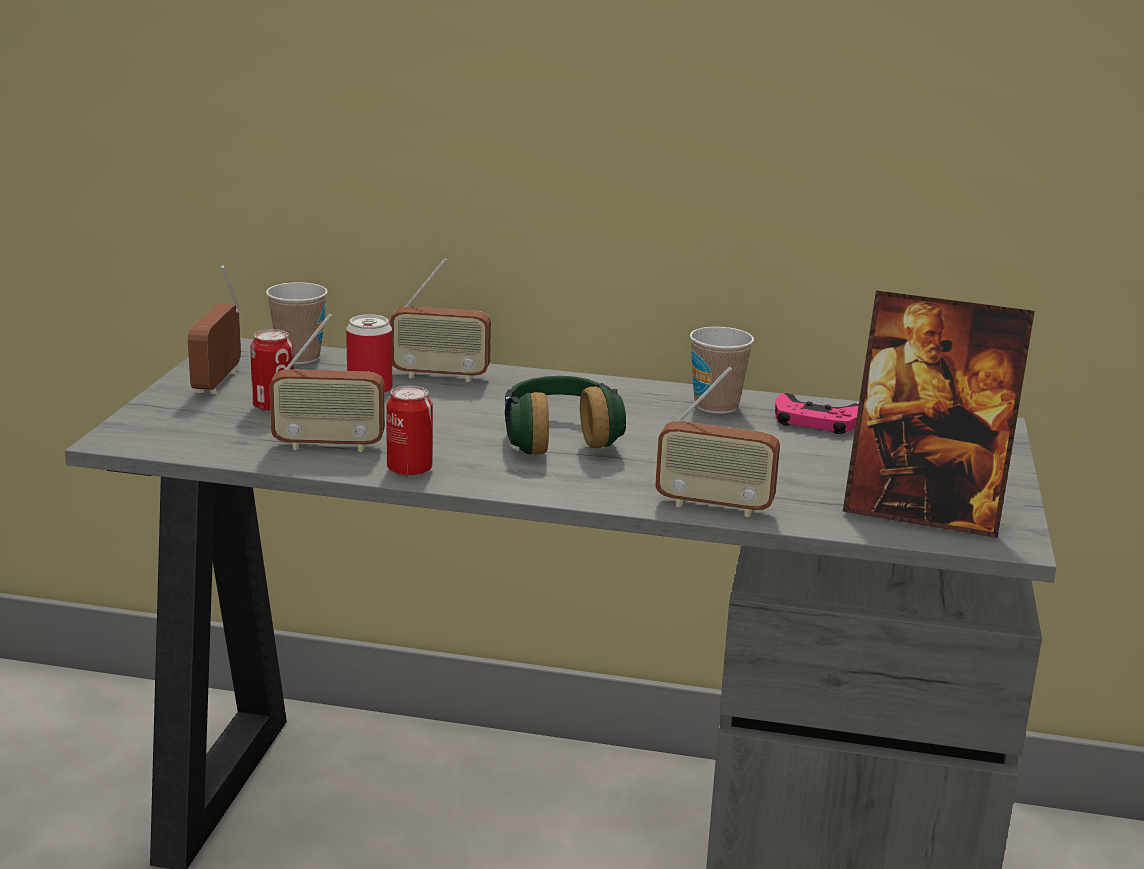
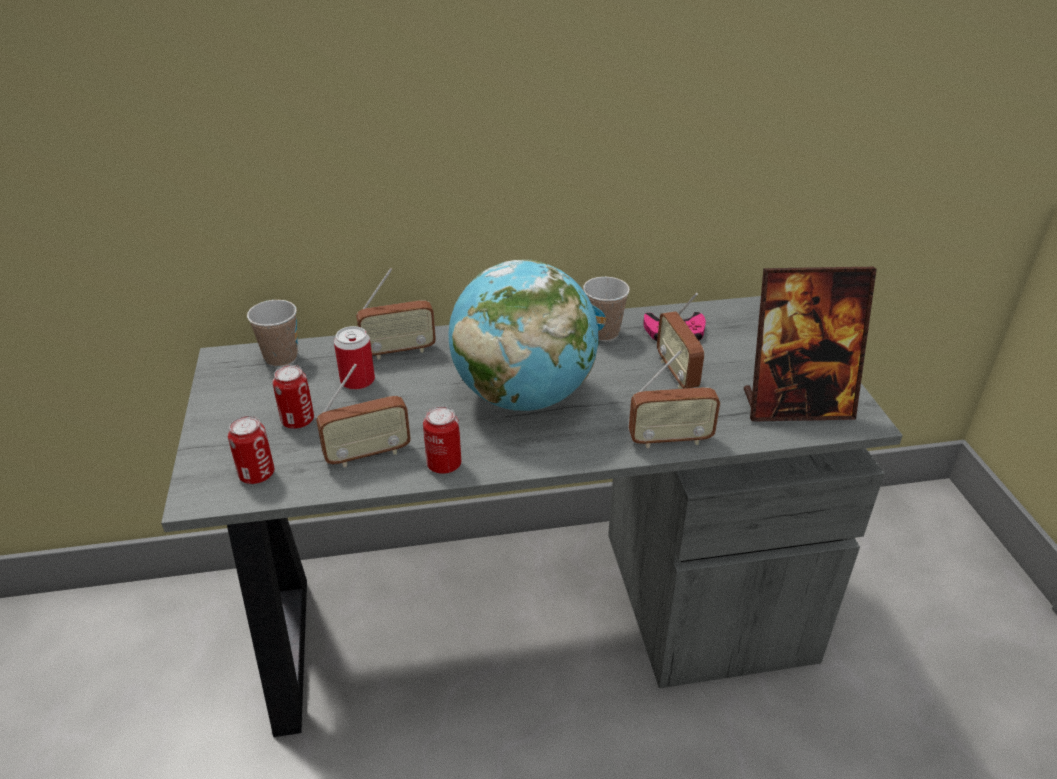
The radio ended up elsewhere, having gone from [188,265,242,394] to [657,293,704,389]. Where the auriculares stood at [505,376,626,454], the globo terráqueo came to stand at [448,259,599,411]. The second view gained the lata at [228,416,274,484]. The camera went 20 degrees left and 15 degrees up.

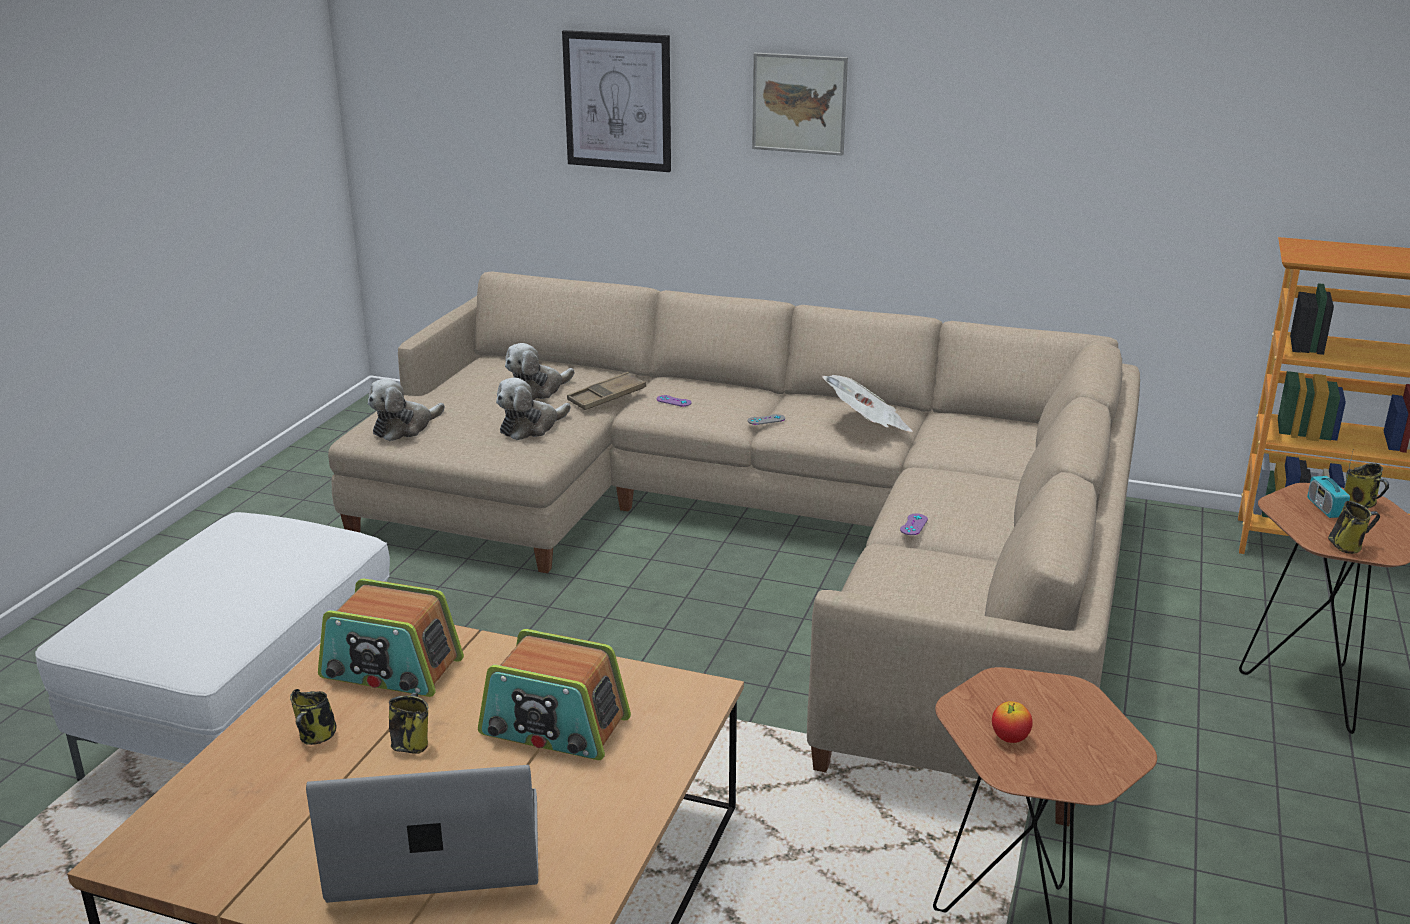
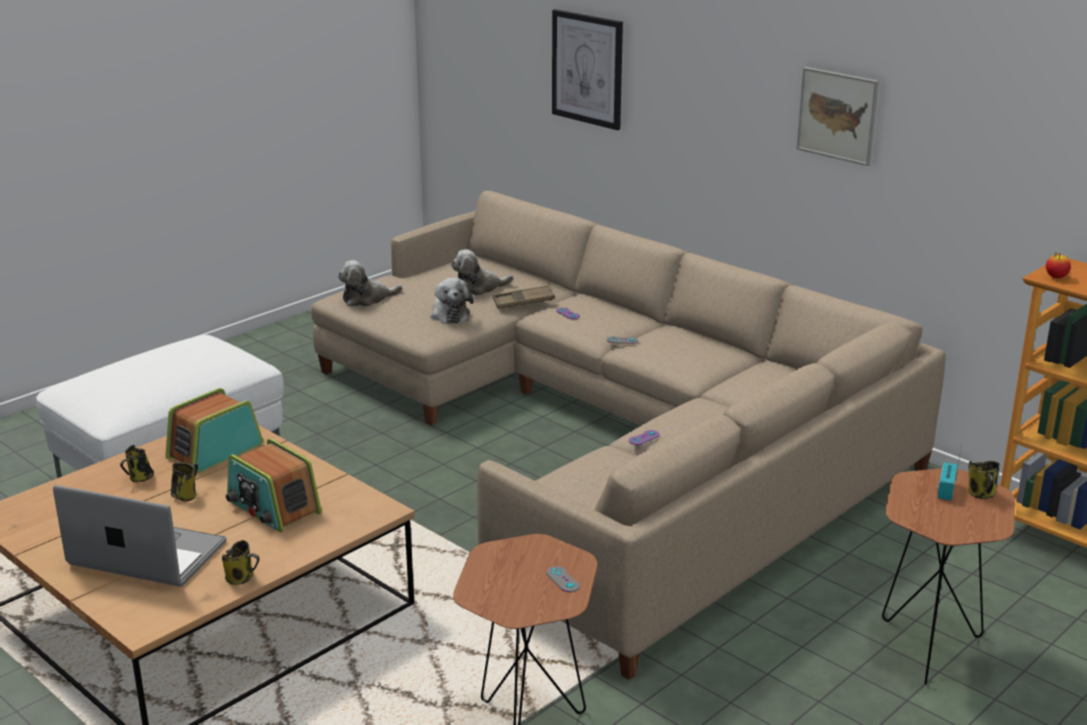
The cuadro ended up elsewhere, having gone from [752,53,848,156] to [797,67,879,166]. The second view lost the periódico at [822,375,913,432]. The peluche at [496,378,571,440] ended up facing another way, 90 degrees counterclockwise from before. The taza grande ended up elsewhere, having gone from [1328,501,1380,554] to [222,540,260,585]. The radio at [318,579,464,697] ended up facing another way, 90 degrees clockwise from before. The manzana ended up elsewhere, having gone from [992,701,1033,743] to [1046,253,1071,278]. The second view gained the mando de consola/gris at [546,566,580,592]. The camera went 25 degrees right and 0 degrees up.

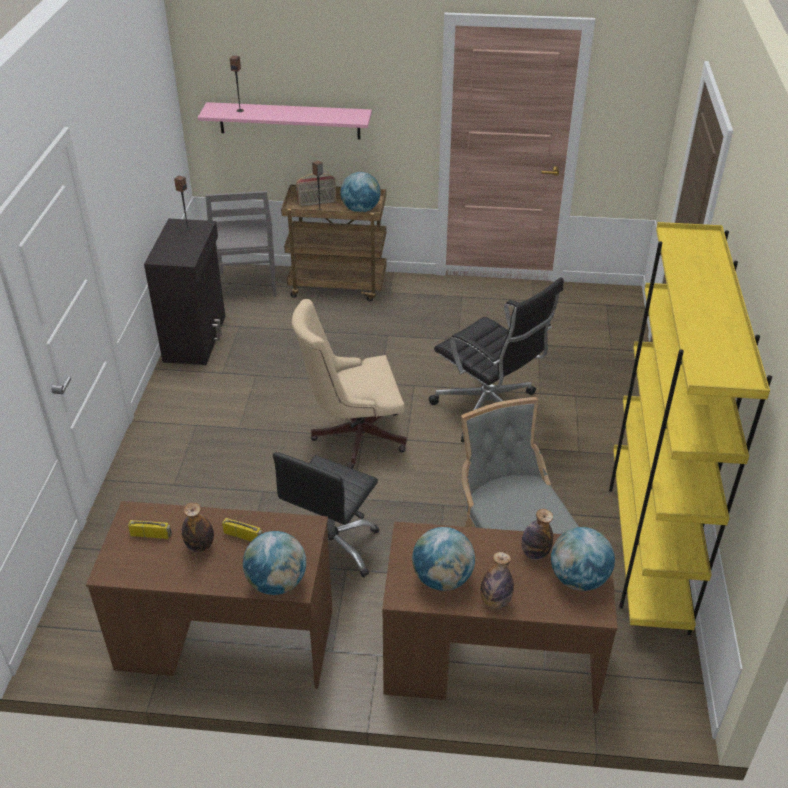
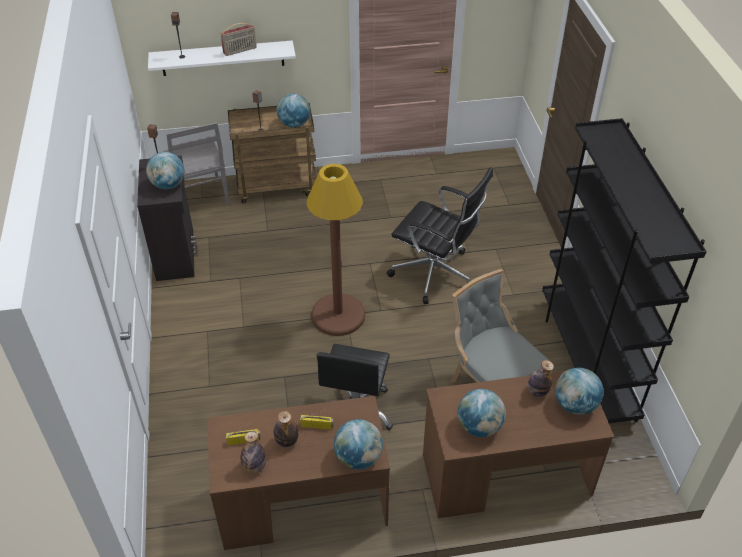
What was the estante/rosa at [198,102,372,140] turned into the estante/blanco at [148,41,296,76]. The radio ended up elsewhere, having gone from [296,173,336,207] to [221,23,257,56]. What was the estantería/amarillo at [609,222,772,635] turned into the estantería/negro at [542,118,707,424]. Where the silla de oficina/beis stood at [292,299,407,469], the lámpara de pie/marrón came to stand at [307,164,365,336]. The botella ended up elsewhere, having gone from [480,552,514,609] to [241,432,266,474]. The second view gained the globo terráqueo at [146,152,184,189]. The camera went 15 degrees left and 5 degrees up.

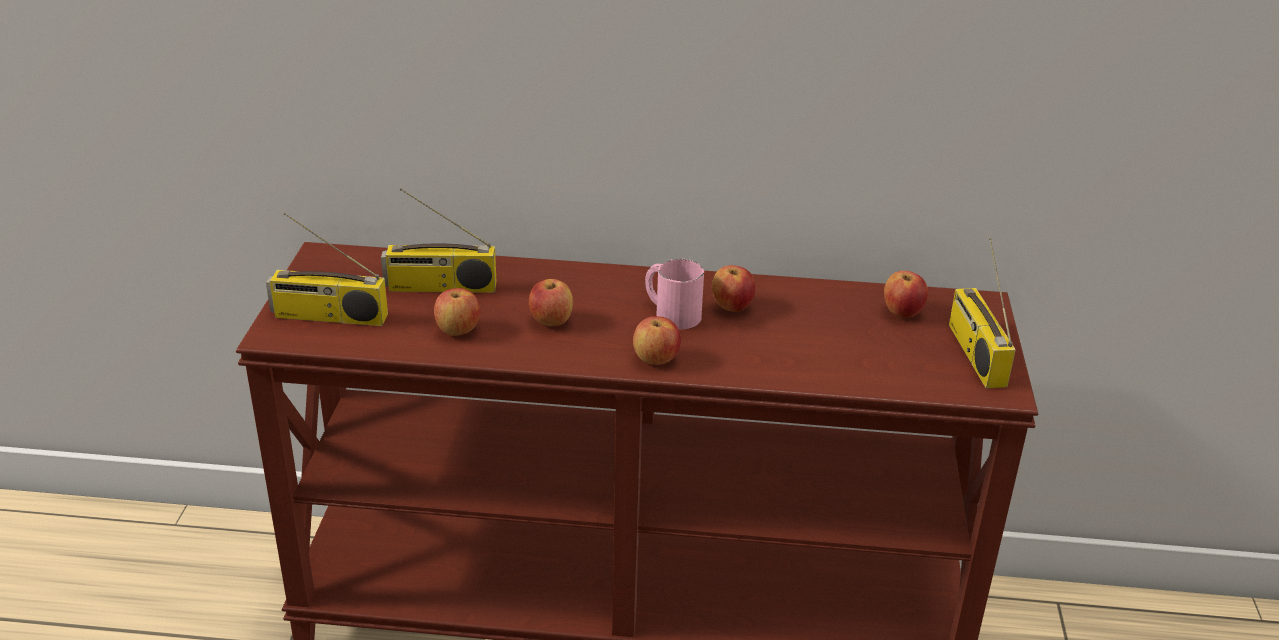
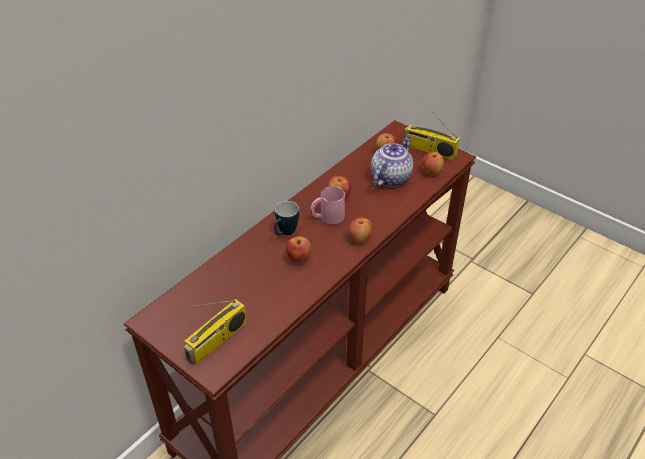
The second view lost the radio at [381,188,496,293]. The manzana ended up elsewhere, having gone from [434,288,480,336] to [422,152,444,175]. The second view gained the tetera at [371,137,414,187]. The second view gained the taza grande at [274,201,299,235]. The camera went 55 degrees left and 10 degrees up.

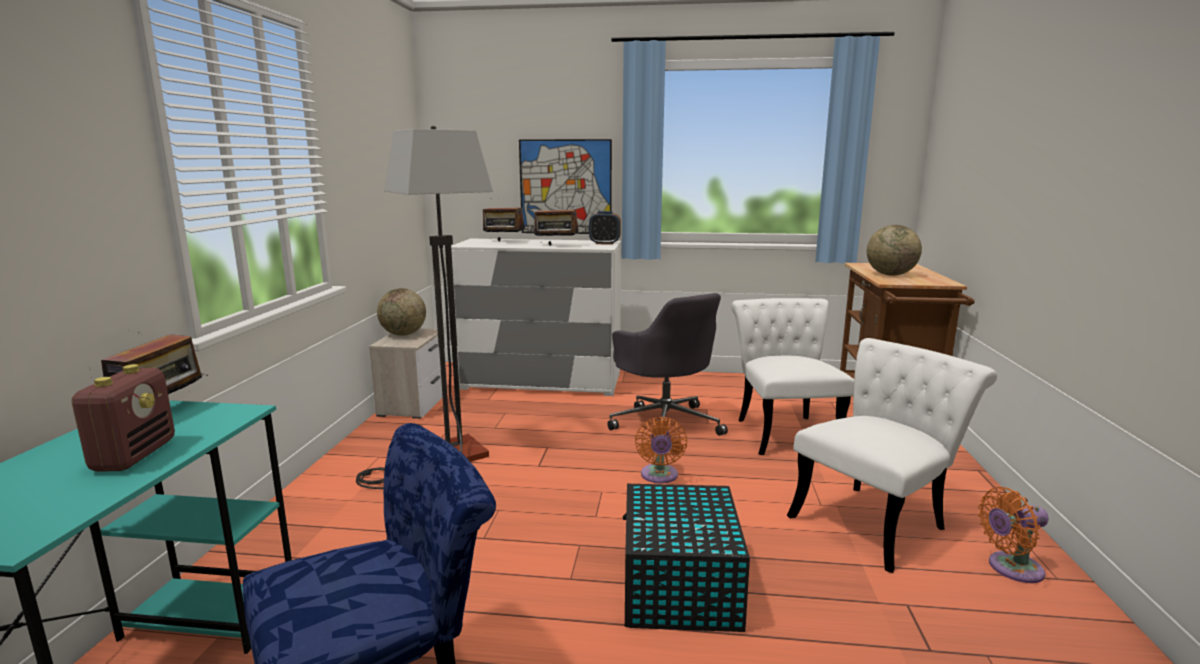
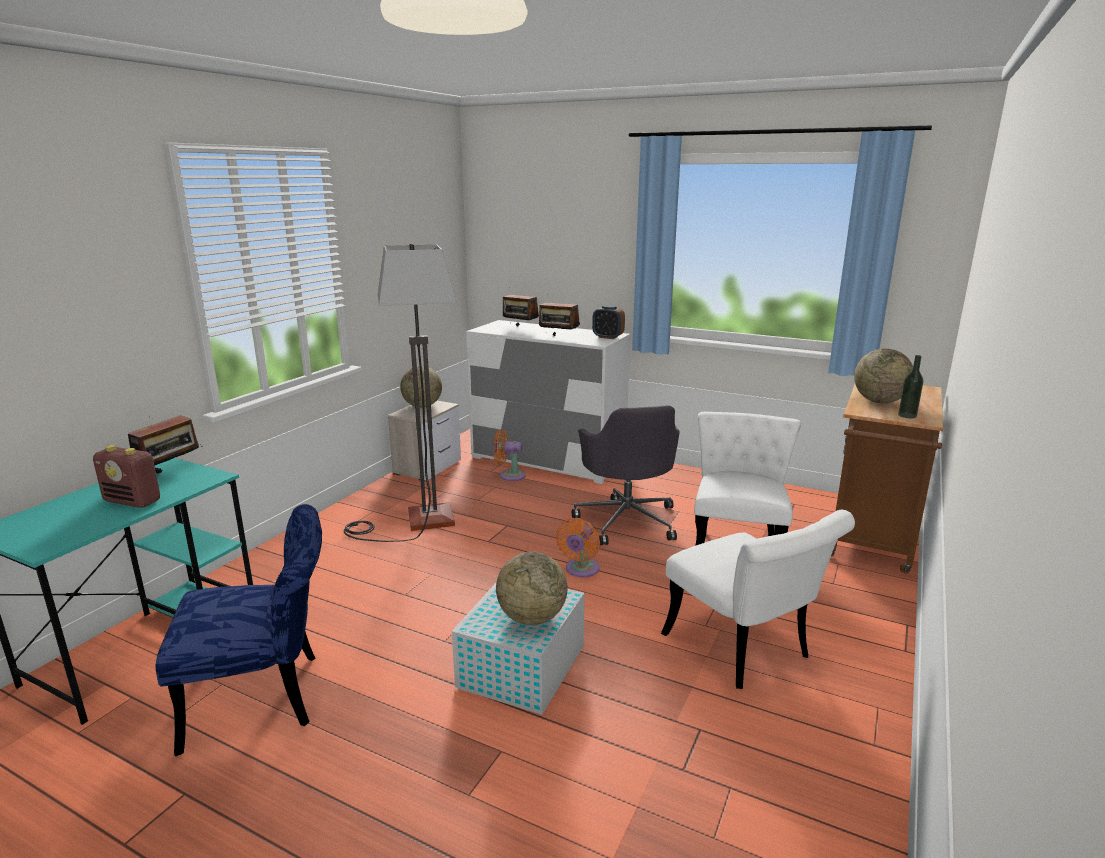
The second view lost the cuadro at [519,139,612,234]. The silla/blanco at [787,338,997,573] ended up facing another way, 75 degrees clockwise from before. The radio at [72,364,175,471] ended up facing another way, 90 degrees clockwise from before. What was the caja de almacenaje/negro at [623,484,750,632] turned into the caja de almacenaje/blanco at [452,583,585,715]. The ventilador/naranja ended up elsewhere, having gone from [978,487,1049,583] to [493,430,526,481]. The second view gained the botella at [898,355,923,418]. The second view gained the globo terráqueo at [496,551,568,625]. The camera went 20 degrees right and 5 degrees up.

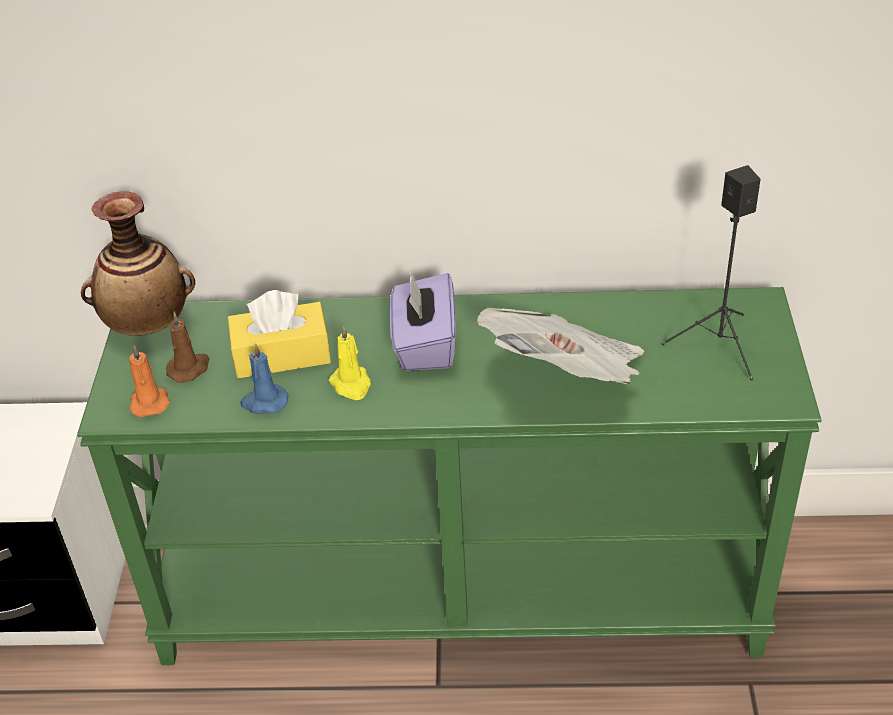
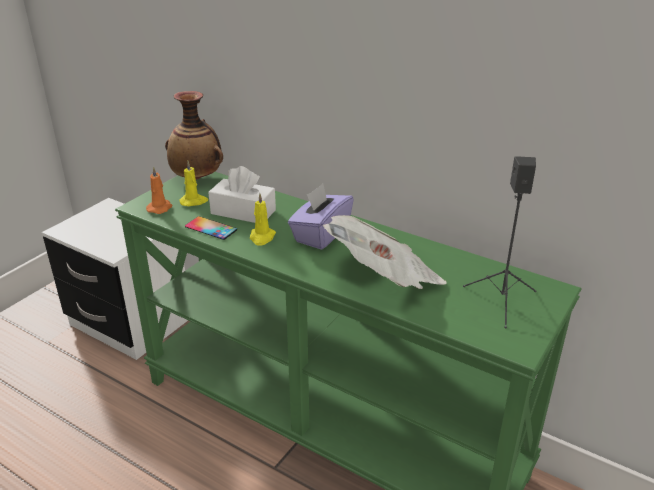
What was the caja de pañuelos/amarillo at [228,290,331,378] turned into the caja de pañuelos/blanco at [208,166,276,223]. What was the vela/marrón at [166,312,210,383] turned into the vela/amarillo at [179,161,208,206]. Where the vela/azul stood at [240,343,288,414], the móvil came to stand at [185,216,237,240]. The camera went 30 degrees right and 10 degrees down.

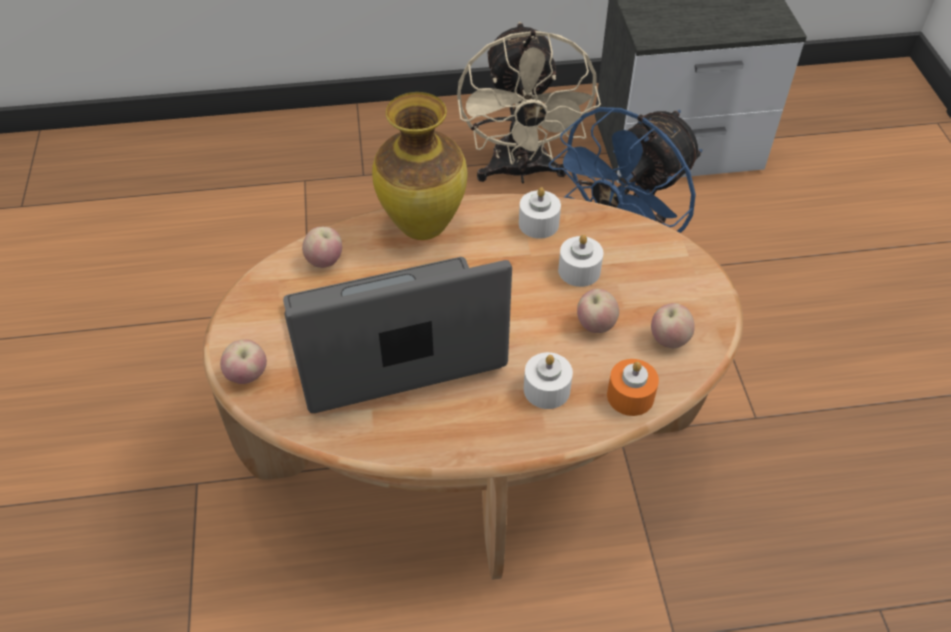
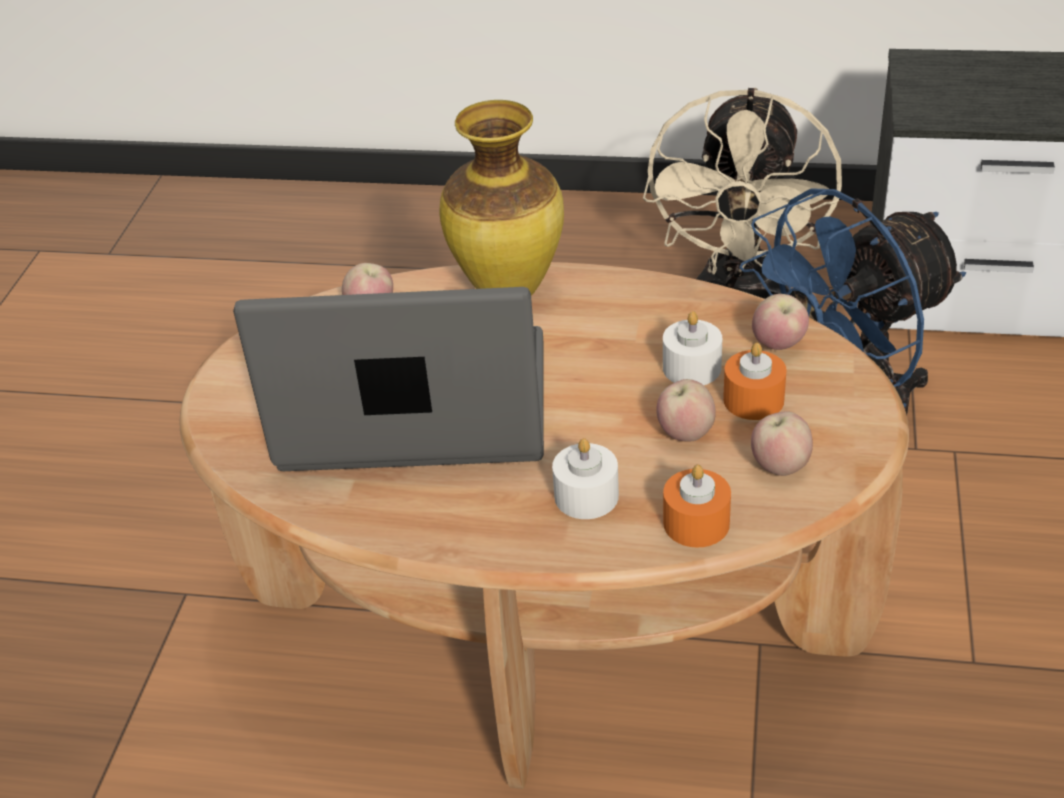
The second view lost the vela/blanco at [519,187,561,239]. The manzana ended up elsewhere, having gone from [220,339,267,384] to [752,294,809,350]. The second view gained the vela/naranja at [723,343,787,420]. The camera went 20 degrees right and 10 degrees down.

